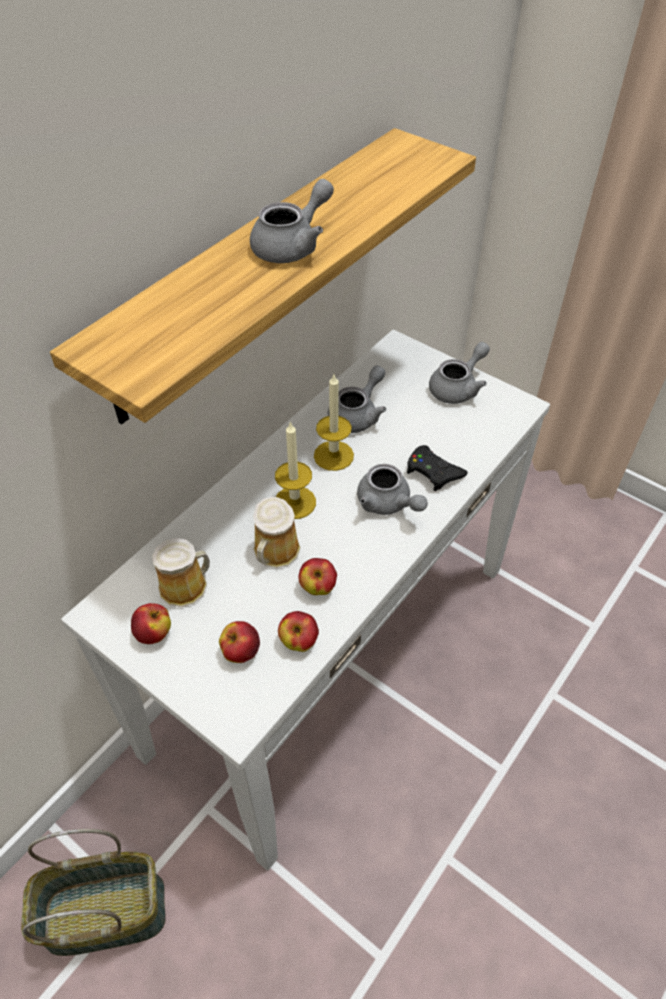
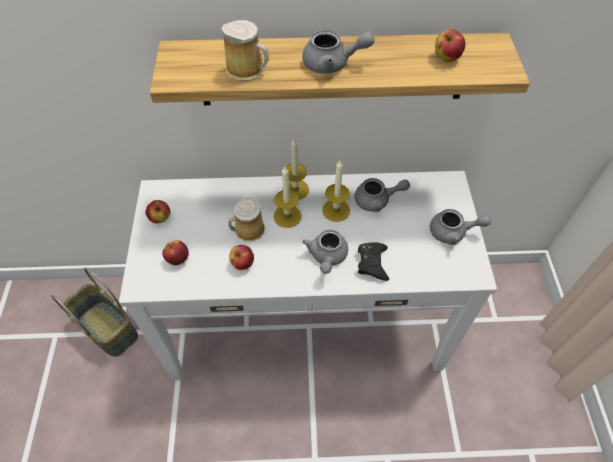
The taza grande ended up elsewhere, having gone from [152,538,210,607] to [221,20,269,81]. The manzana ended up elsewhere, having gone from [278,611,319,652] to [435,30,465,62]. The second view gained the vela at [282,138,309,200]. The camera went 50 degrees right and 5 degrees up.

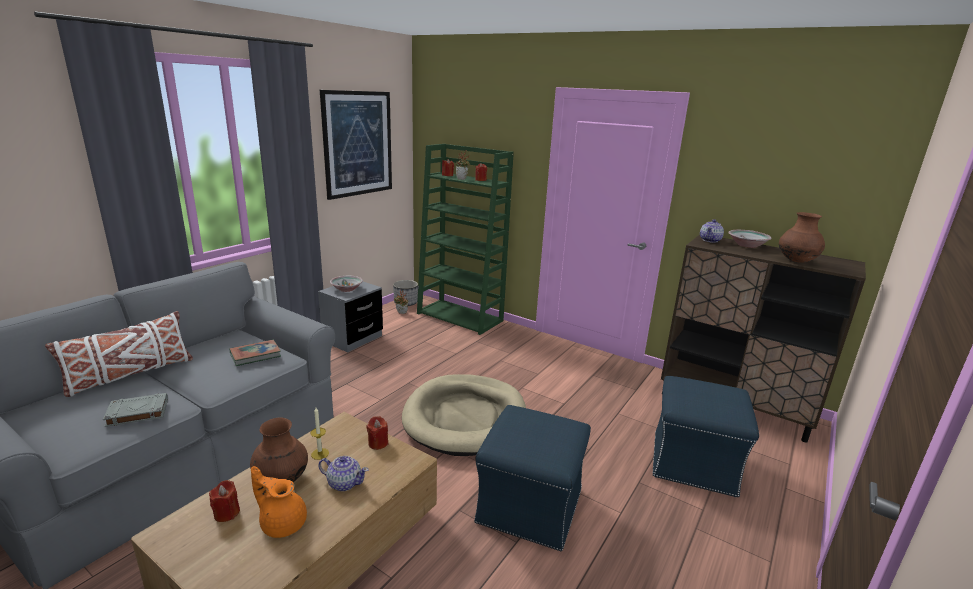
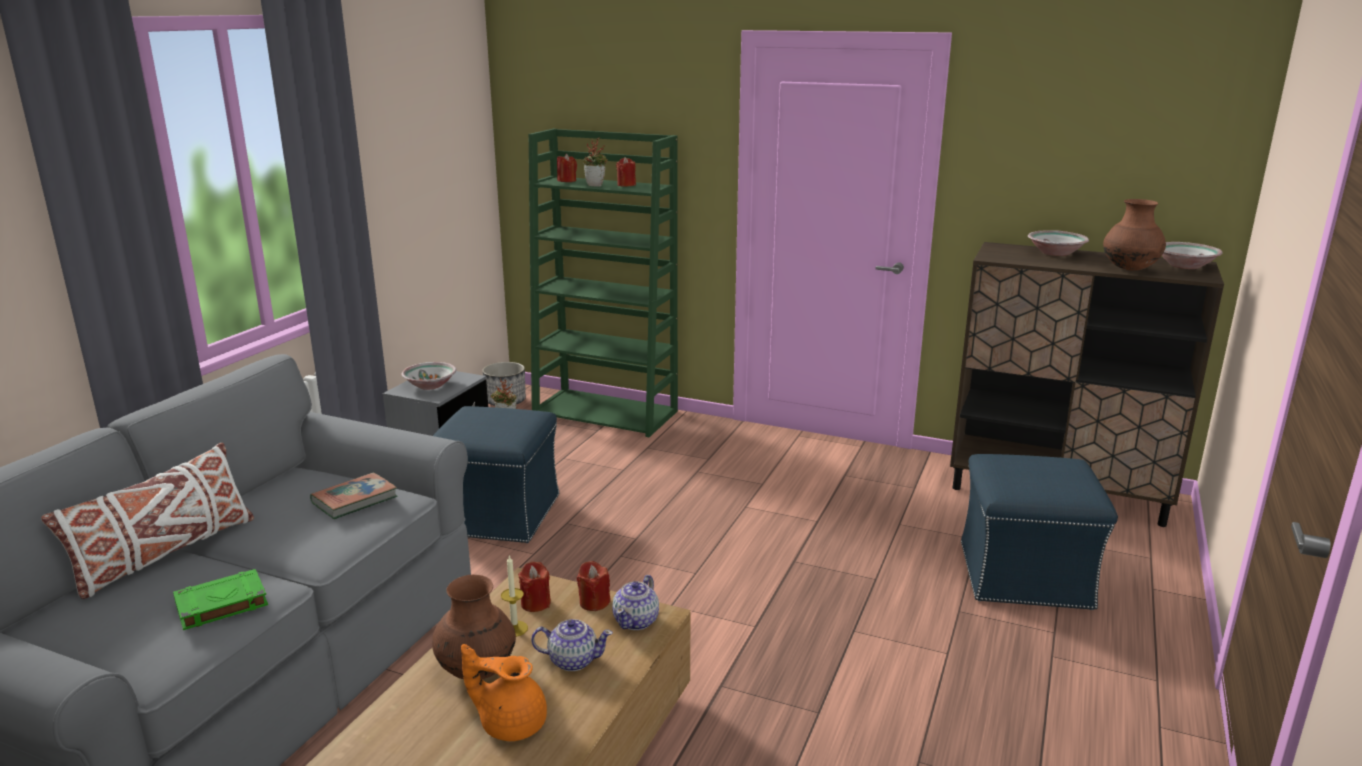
The second view lost the cuadro at [320,90,392,200]. The tetera ended up elsewhere, having gone from [700,219,724,243] to [612,575,659,630]. The second view lost the cama para perro/beis at [402,374,526,456]. What was the libro/gris at [103,393,168,427] turned into the libro/verde at [173,569,268,630]. The puf/azul ended up elsewhere, having gone from [474,405,591,551] to [433,406,559,543]. The vela/rojo ended up elsewhere, having gone from [209,480,240,522] to [518,562,551,612]. The second view gained the cuenco at [1162,242,1223,269]. The camera went 10 degrees left and 0 degrees up.

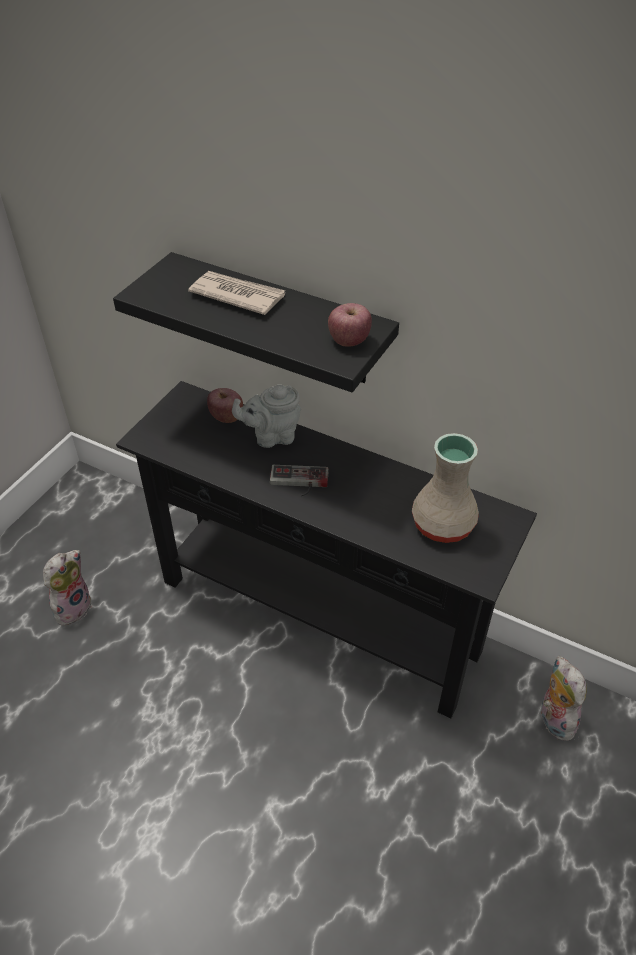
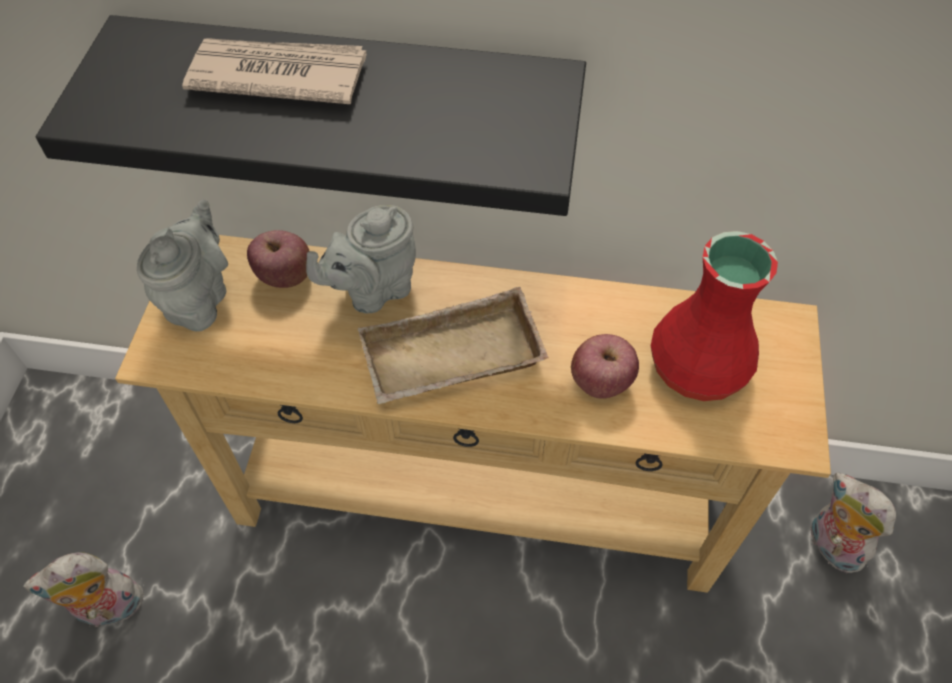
The manzana ended up elsewhere, having gone from [328,303,372,347] to [571,334,639,399]. What was the mesa consola/negro at [116,381,537,718] turned into the mesa consola/beis at [115,235,831,593]. What was the florero/beis at [412,433,479,543] turned into the florero/rojo at [651,231,778,401]. Where the mando de consola stood at [270,465,329,496], the bandeja/beis came to stand at [358,287,549,405]. The peluche at [43,550,92,625] ended up facing another way, 120 degrees counterclockwise from before. The second view gained the tetera/gris at [137,200,228,332]. The camera went 20 degrees left and 10 degrees up.

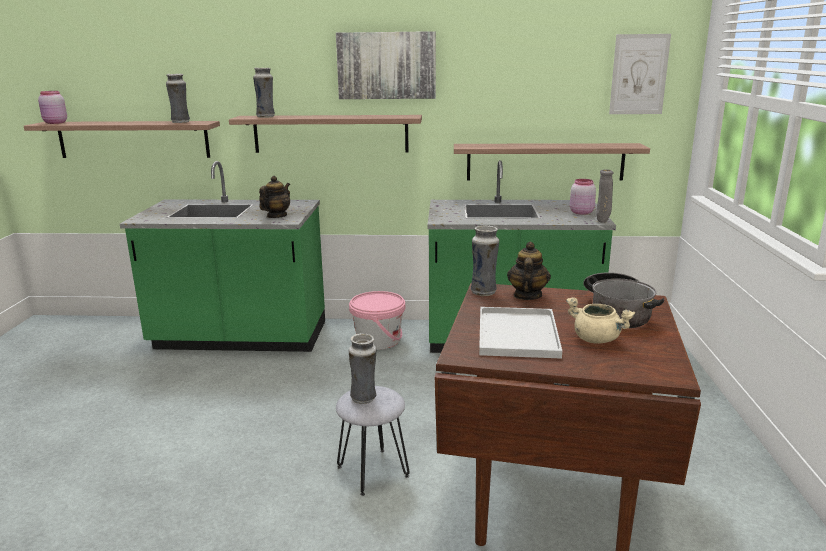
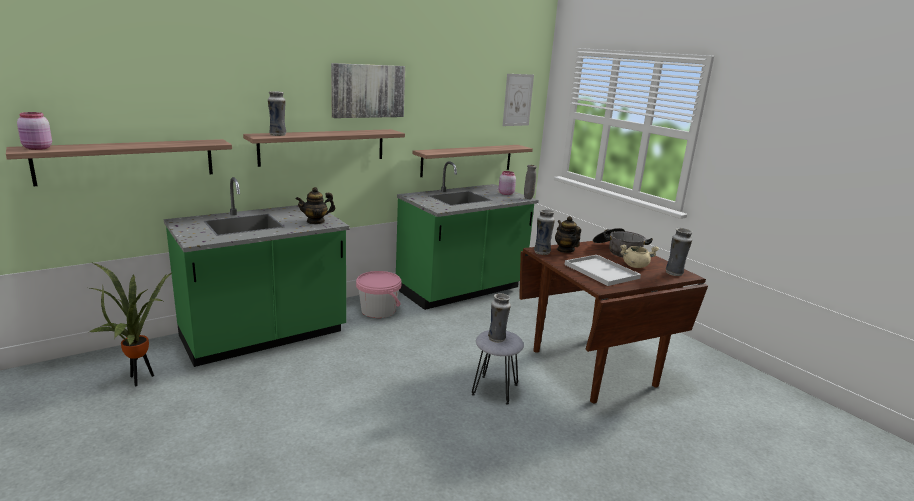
The florero ended up elsewhere, having gone from [166,74,190,123] to [666,228,693,276]. The tetera at [259,176,290,218] ended up facing another way, 105 degrees counterclockwise from before. The second view gained the planta en maceta at [88,263,172,386]. The camera went 40 degrees left and 0 degrees up.

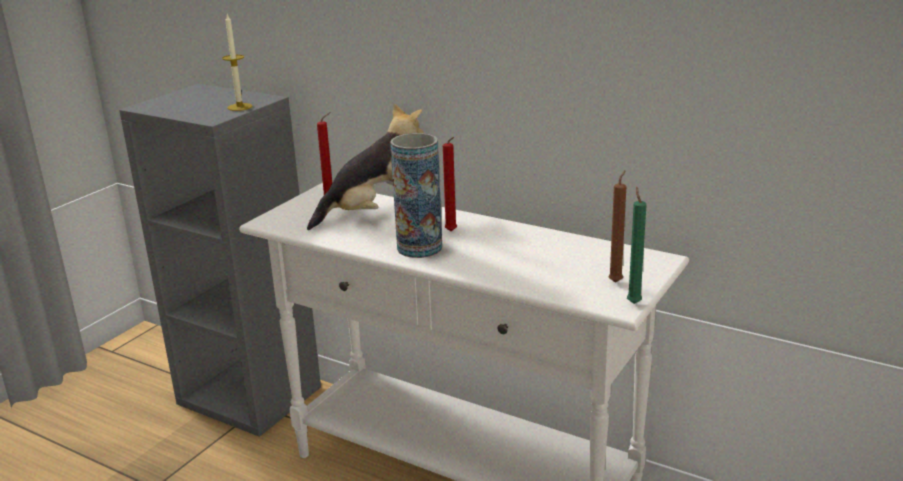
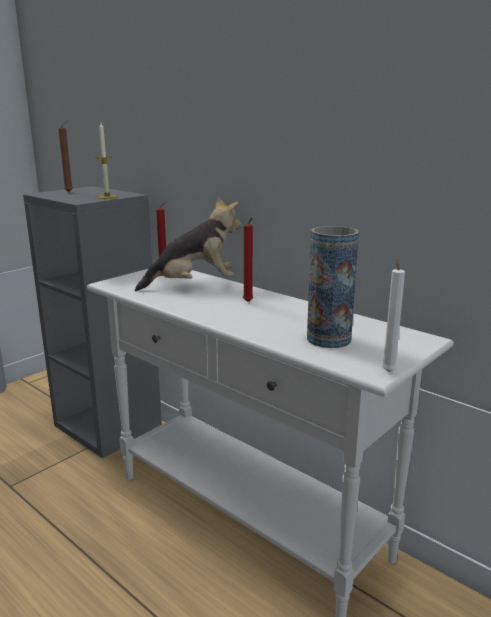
The florero ended up elsewhere, having gone from [390,133,442,258] to [307,226,359,348]. The vela/marrón ended up elsewhere, having gone from [608,170,626,283] to [58,121,73,192]. What was the vela/verde at [627,187,647,304] turned into the vela/blanco at [382,256,405,372]. The camera went 10 degrees right and 5 degrees down.

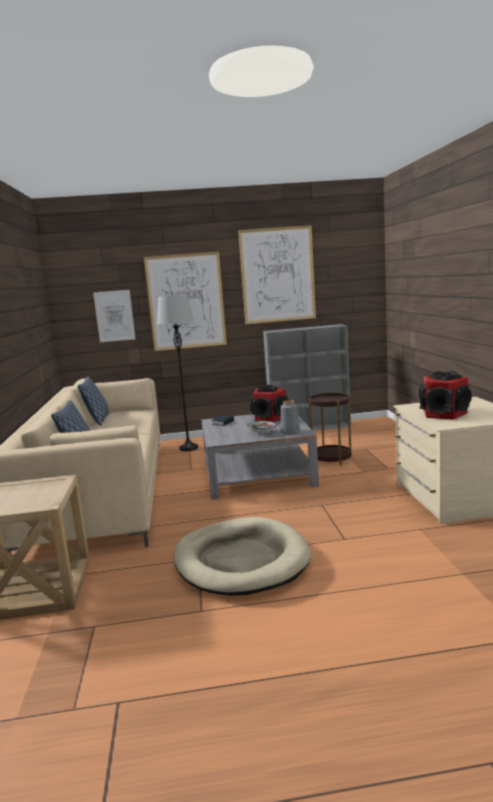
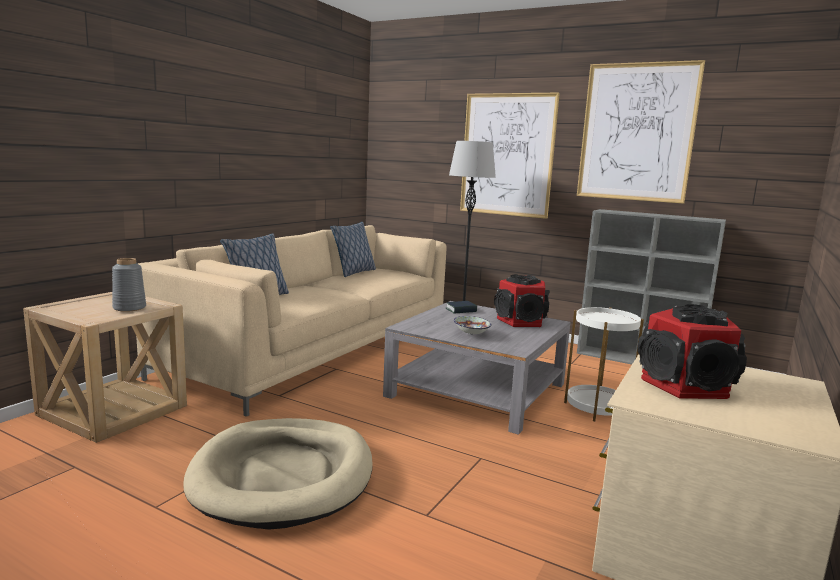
The second view lost the cuadro at [93,290,135,342]. What was the mesa auxiliar/marrón at [309,393,352,466] turned into the mesa auxiliar/blanco at [564,307,644,421]. The florero/gris ended up elsewhere, having gone from [281,400,300,435] to [112,258,146,312]. The camera went 35 degrees right and 0 degrees up.

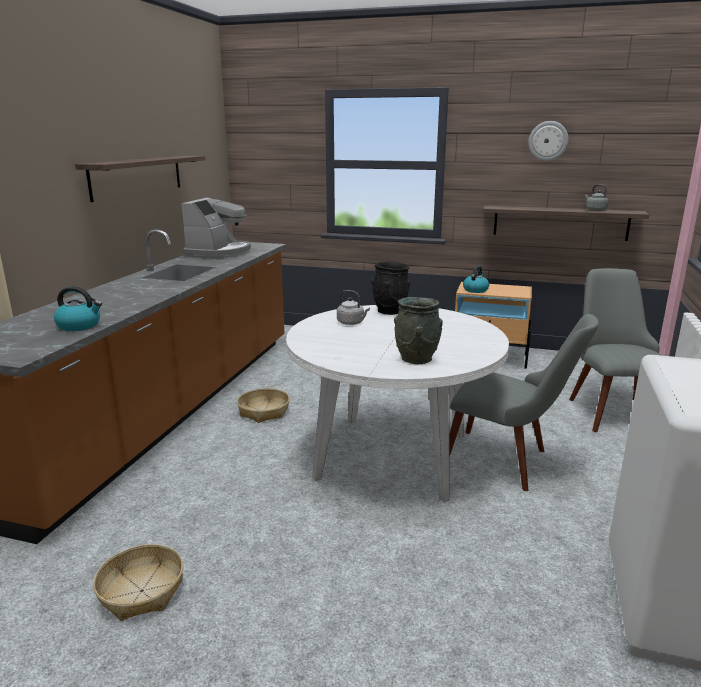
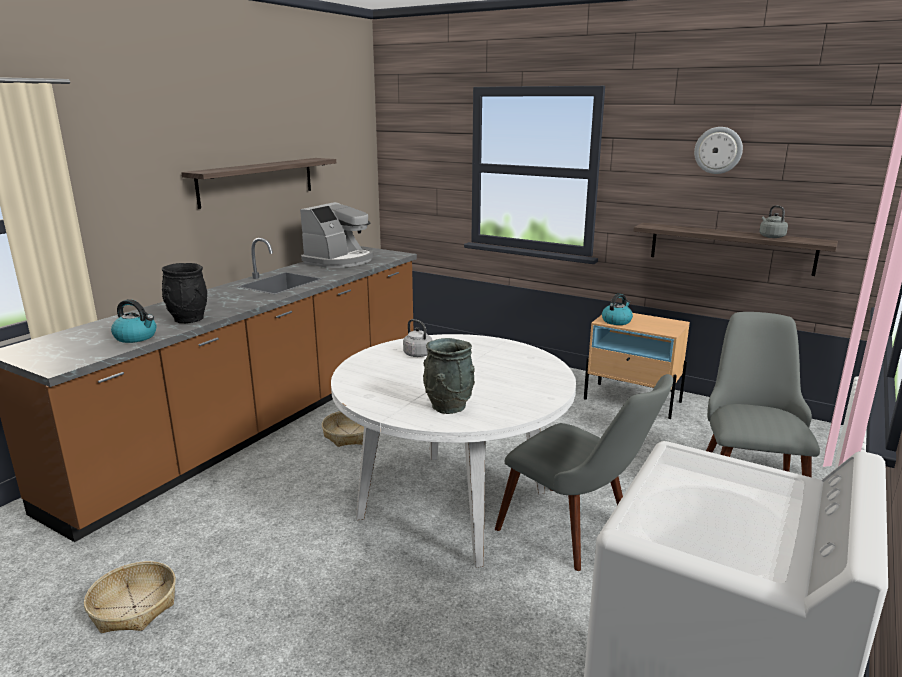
The florero/negro ended up elsewhere, having gone from [371,261,410,315] to [162,263,207,323]. The camera went 15 degrees right and 0 degrees up.

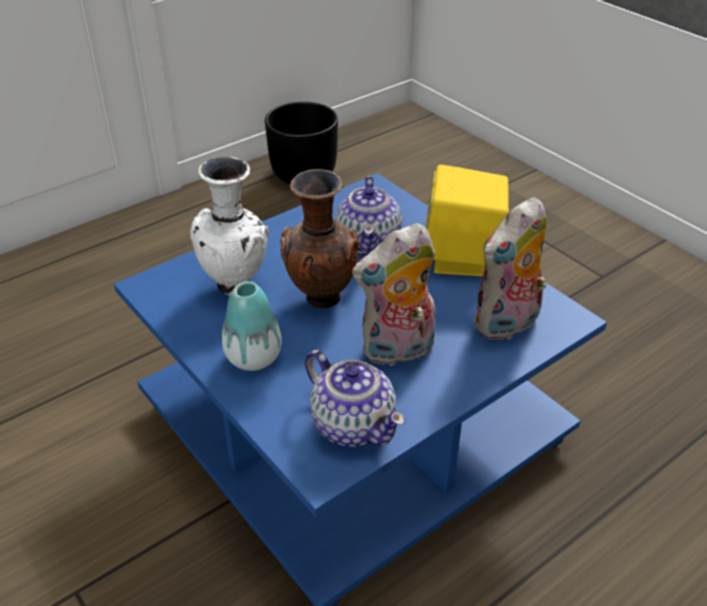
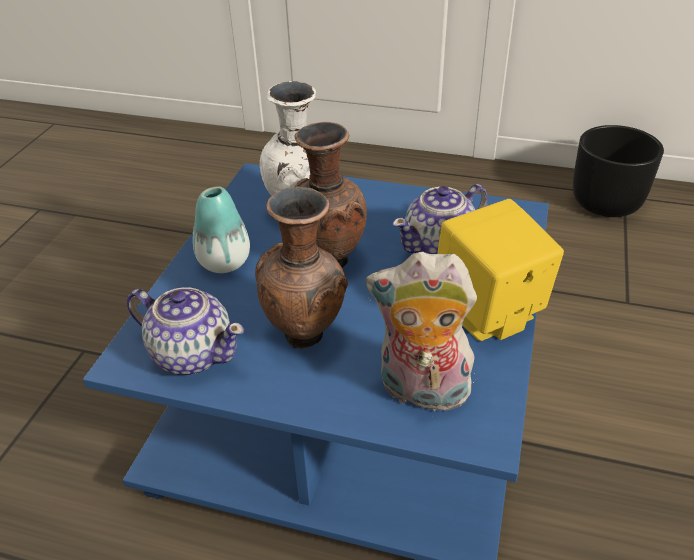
Where the peluche stood at [352,223,436,366], the florero/marrón came to stand at [255,187,348,349]. The tetera at [305,350,405,447] ended up facing another way, 75 degrees counterclockwise from before. The camera went 55 degrees right and 0 degrees up.

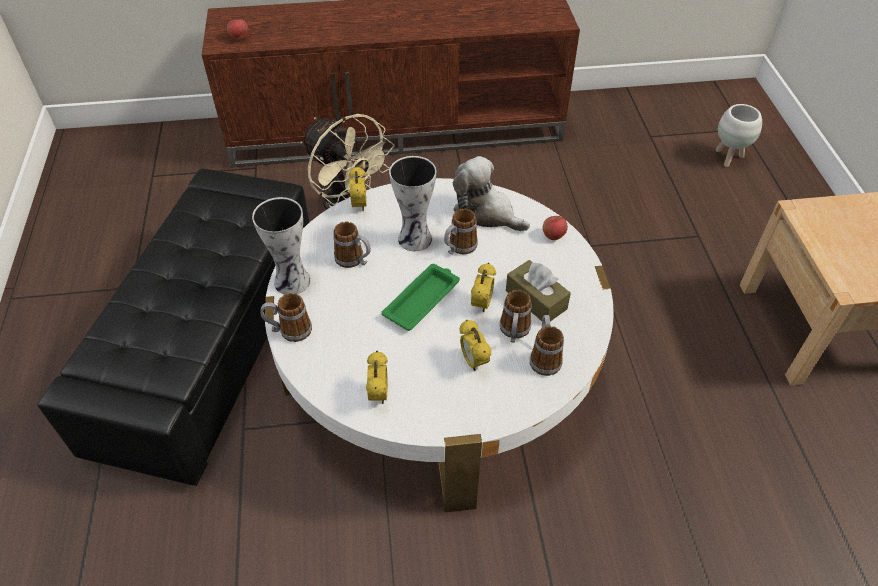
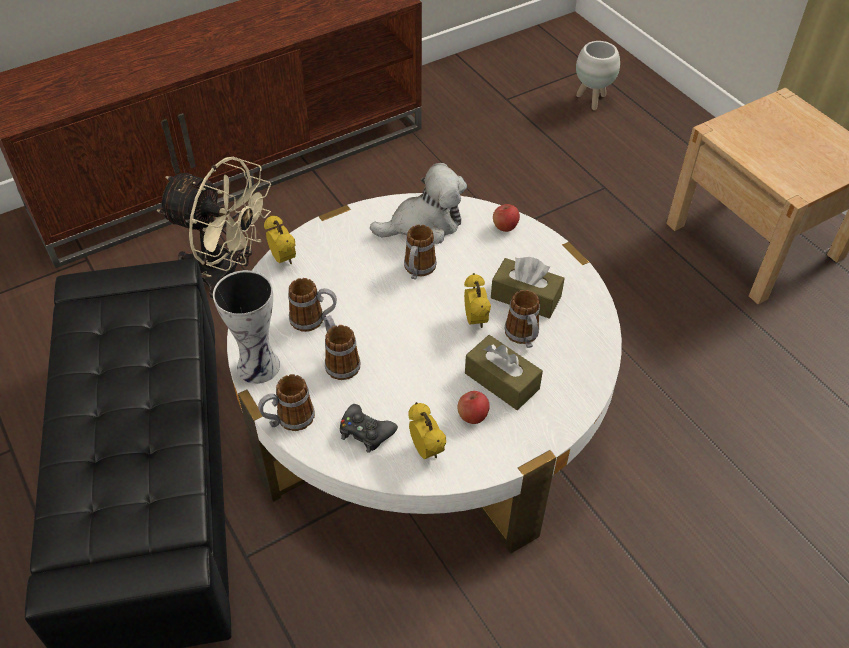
The manzana ended up elsewhere, having gone from [227,19,248,40] to [458,391,490,424]. The second view lost the florero at [389,156,436,251]. The peluche at [453,156,530,231] ended up facing another way, 150 degrees clockwise from before. The second view lost the bandeja/verde at [381,264,460,331]. The taza grande ended up elsewhere, having gone from [530,315,564,376] to [324,315,361,380]. Where the despertador stood at [460,320,491,371], the caja de pañuelos/marrón came to stand at [465,335,543,410]. The second view gained the mando de consola/negro at [340,404,398,453]. The camera went 25 degrees left and 0 degrees up.

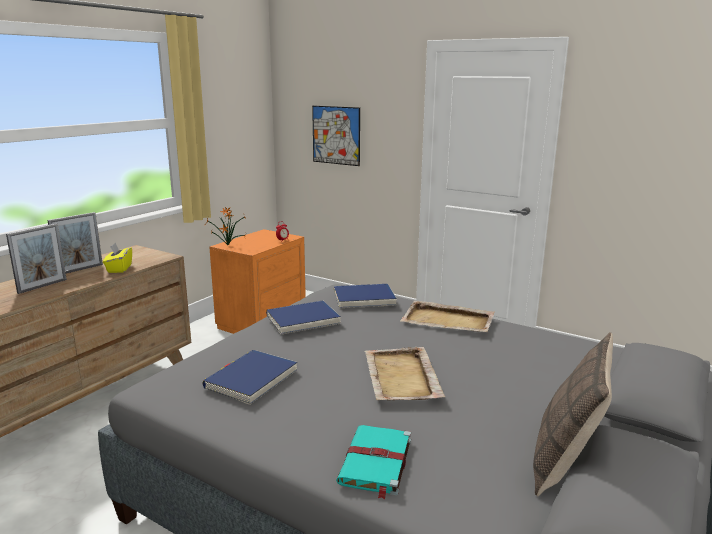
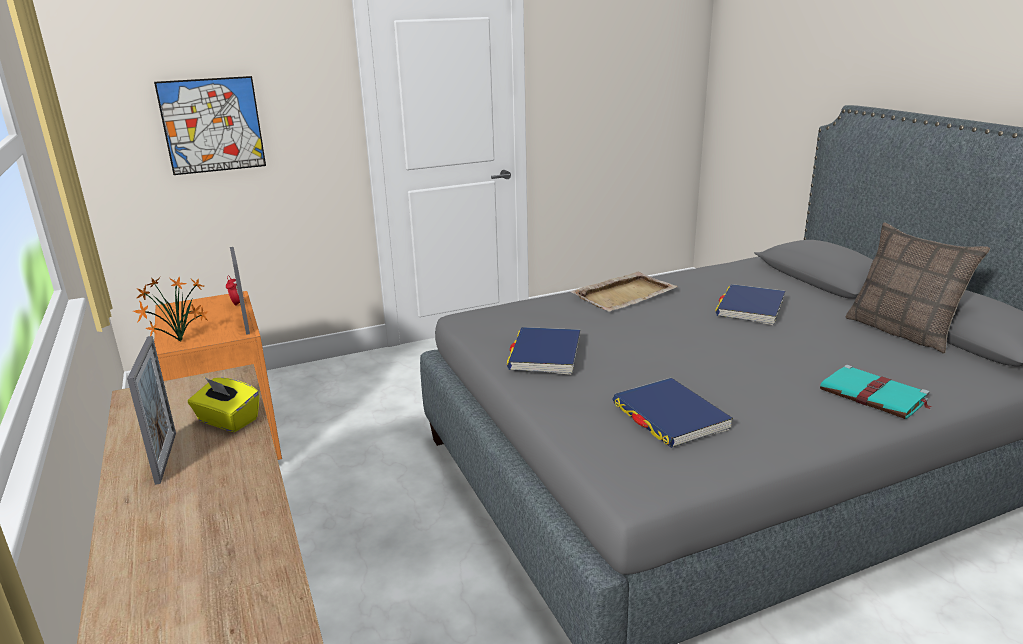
The portarretratos ended up elsewhere, having gone from [6,223,67,294] to [230,247,250,335]. The libro/azul ended up elsewhere, having gone from [334,284,397,308] to [715,284,786,325]. The second view lost the bandeja/beis at [364,347,445,400]. The camera went 55 degrees left and 5 degrees up.

